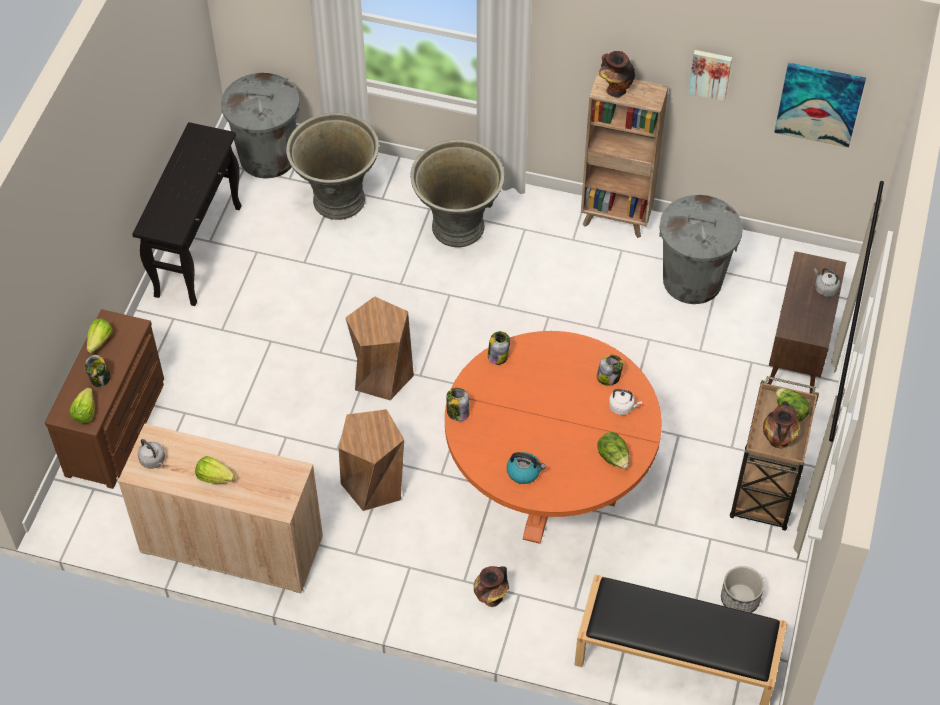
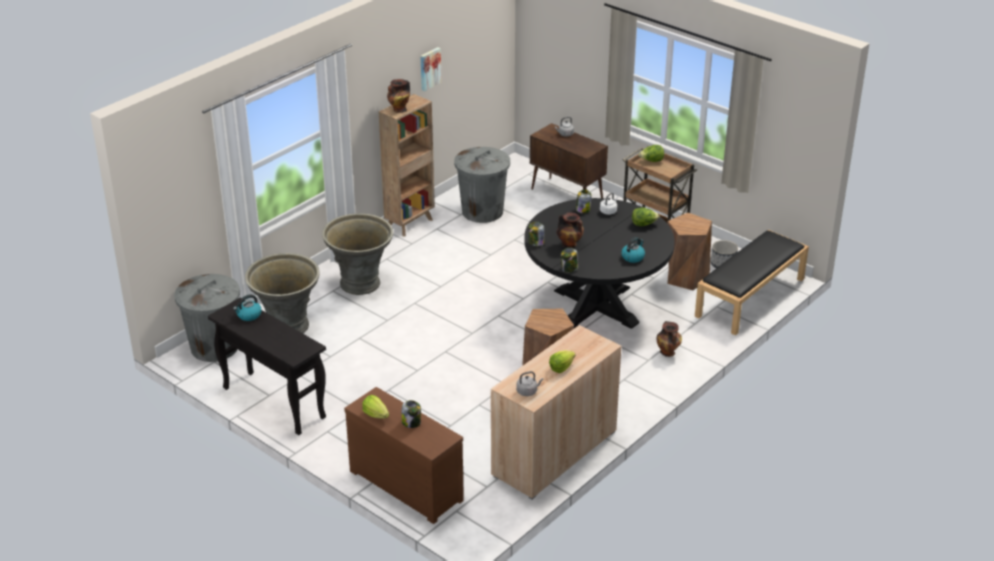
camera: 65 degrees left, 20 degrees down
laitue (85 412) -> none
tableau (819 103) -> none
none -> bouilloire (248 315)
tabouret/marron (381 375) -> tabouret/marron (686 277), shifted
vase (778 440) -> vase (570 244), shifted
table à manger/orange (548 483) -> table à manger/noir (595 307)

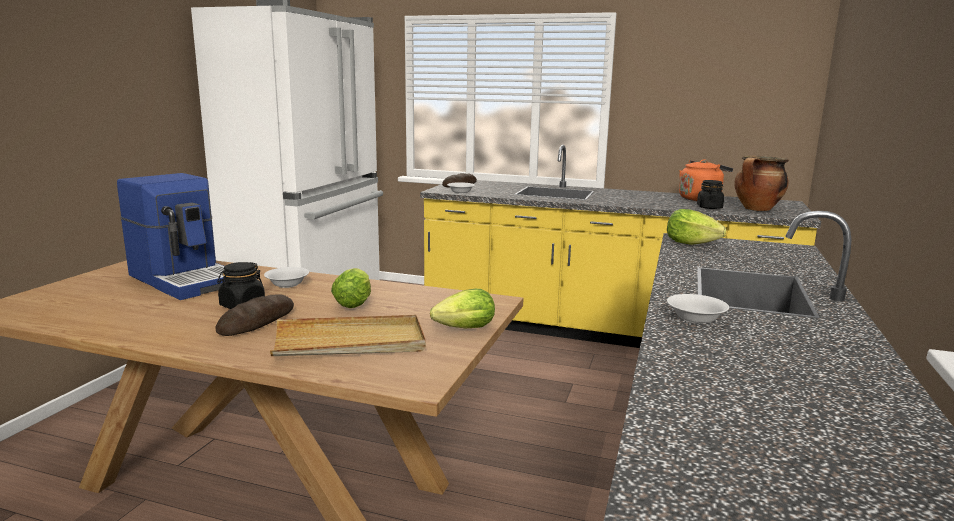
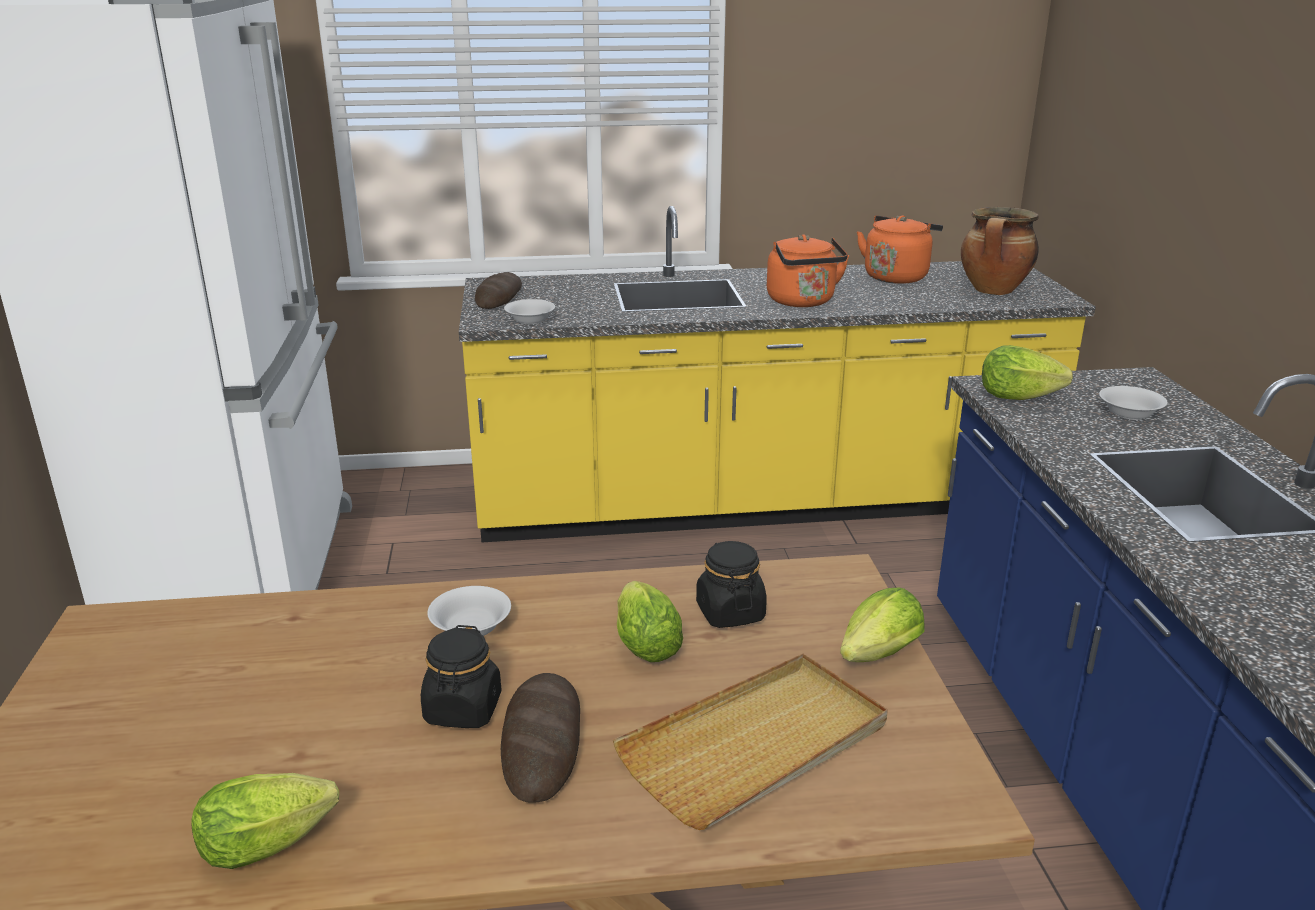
camera: 25 degrees left, 10 degrees up
machine à café (186 279) -> none
none -> laitue (274 843)
none -> bouilloire/orange (803 302)
bol/blanc (695 319) -> bol/blanc (1129 414), shifted
bocal/noir (709 207) -> bocal/noir (730 612), shifted

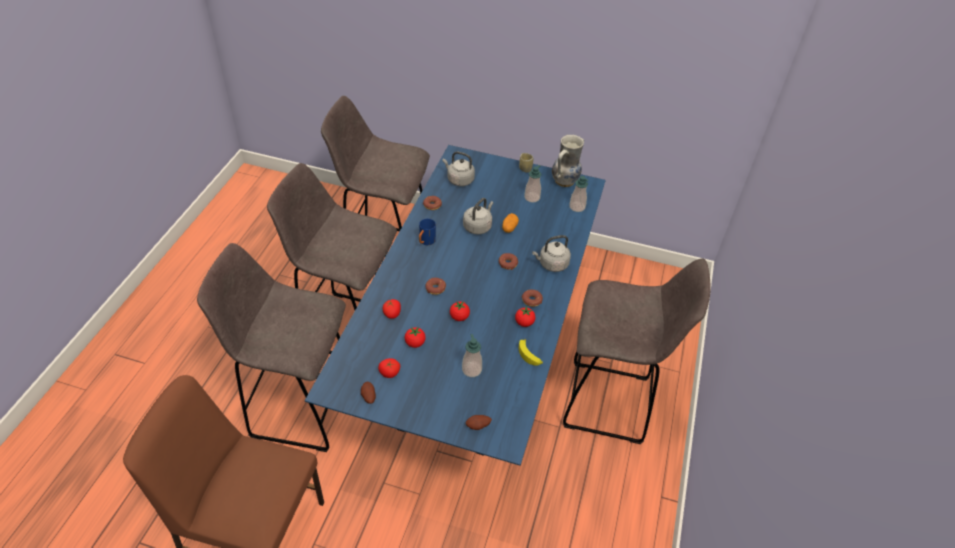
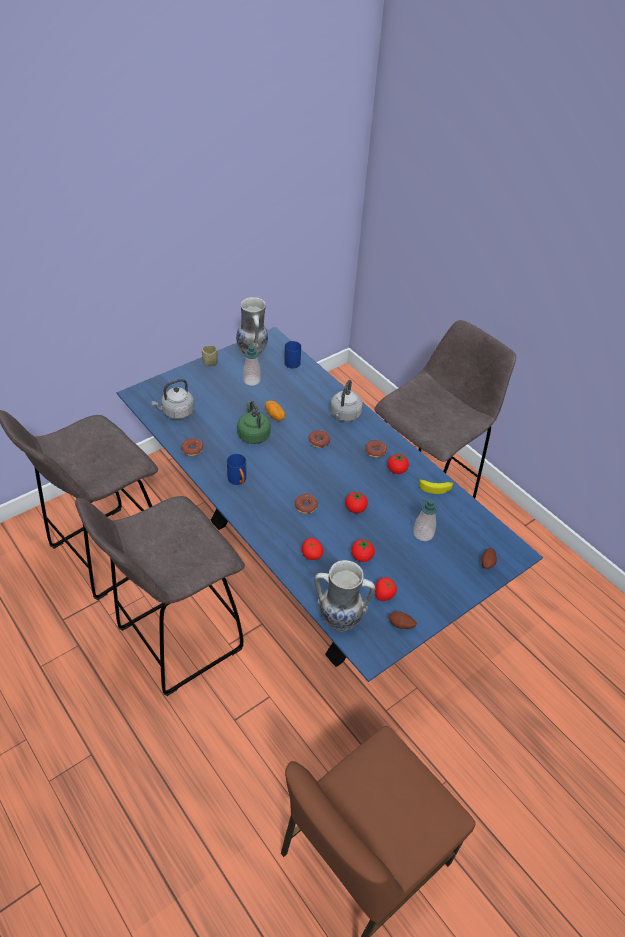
camera: 55 degrees left, 0 degrees up
tabouret/gris (299 408) -> none
none -> vase (340 618)
distributeur de savon (577 207) -> mug/bleu (291 361)
bouilloire/gris (478 226) -> bouilloire/vert (253 434)

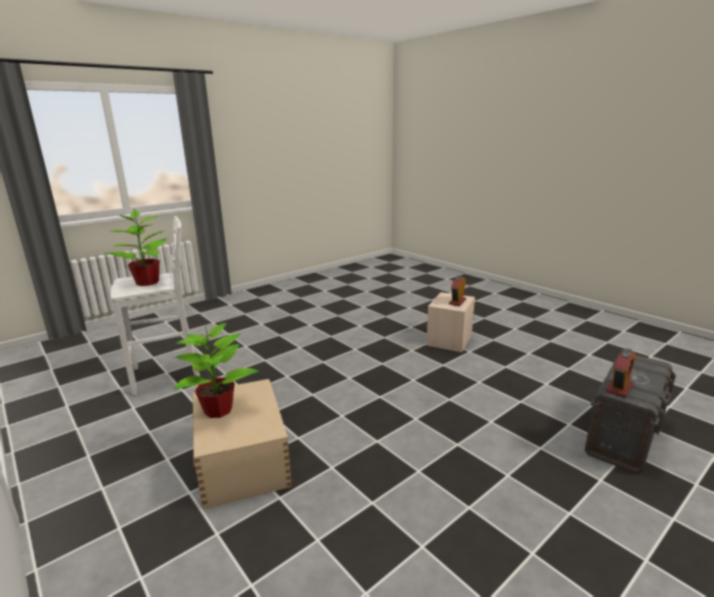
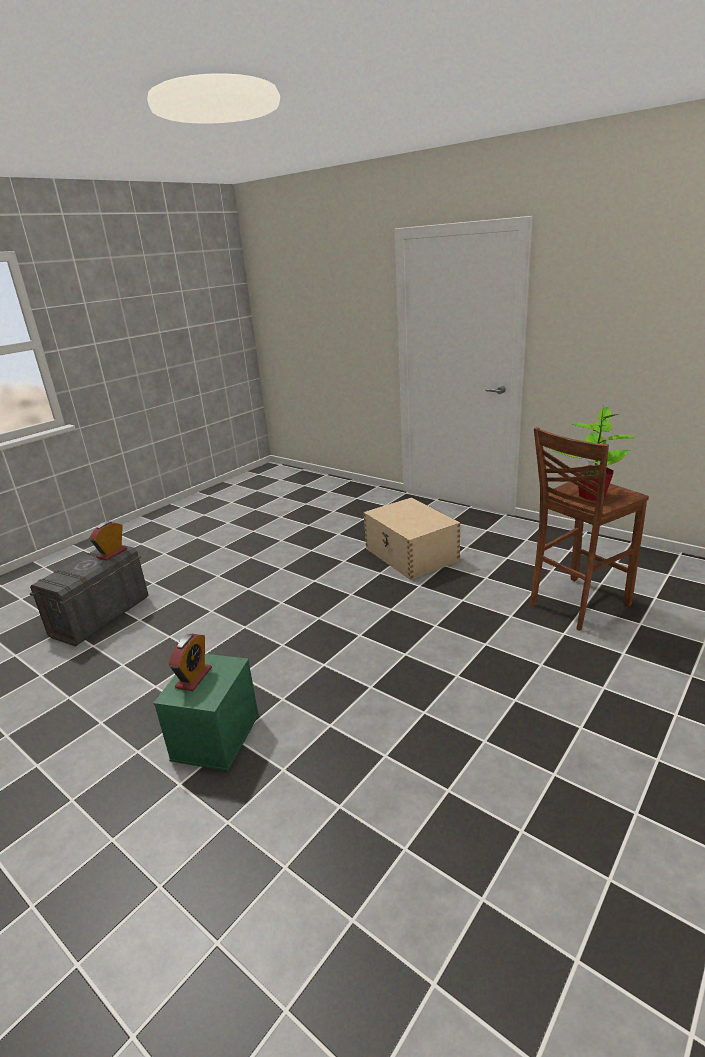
camera: 170 degrees right, 5 degrees up
plante en pot (219 409) -> none
tabouret/blanc (168 375) -> tabouret/marron (575 604)
boîte de rangement/beige (450 340) -> boîte de rangement/vert (215 735)

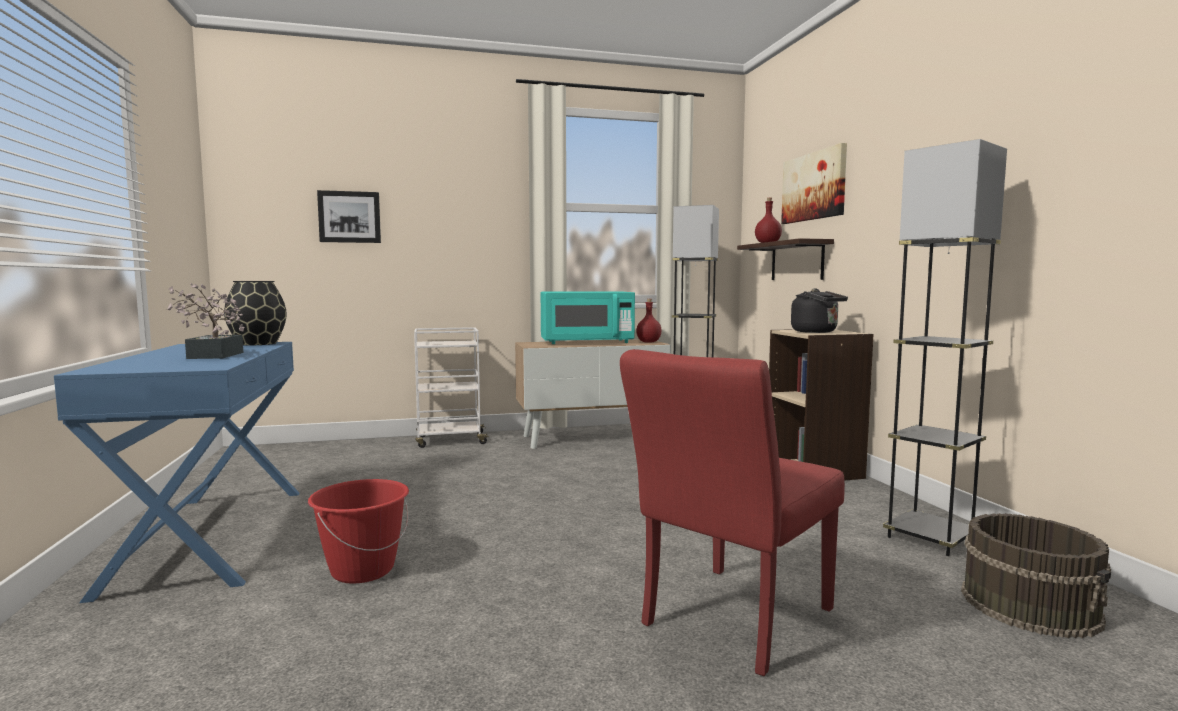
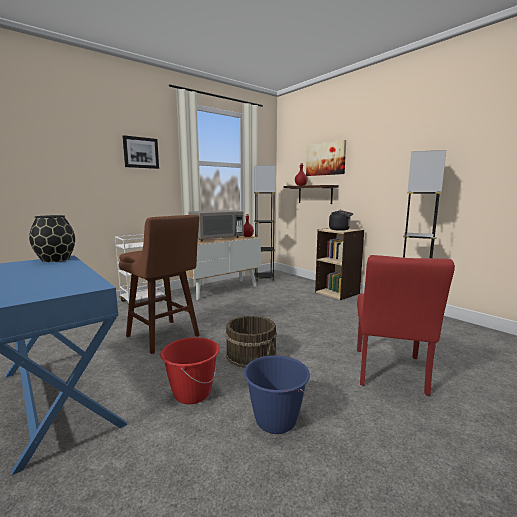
camera: 25 degrees left, 5 degrees up
plante en pot (212 356) -> none
none -> tabouret/marron (164 337)
none -> seau/bleu (275 420)
tableau (349 217) -> tableau (141 152), shifted
seau/marron (1030 605) -> seau/marron (251 354), shifted
micro-ondes/turquoise (586 342) -> micro-ondes/gris (216 238)

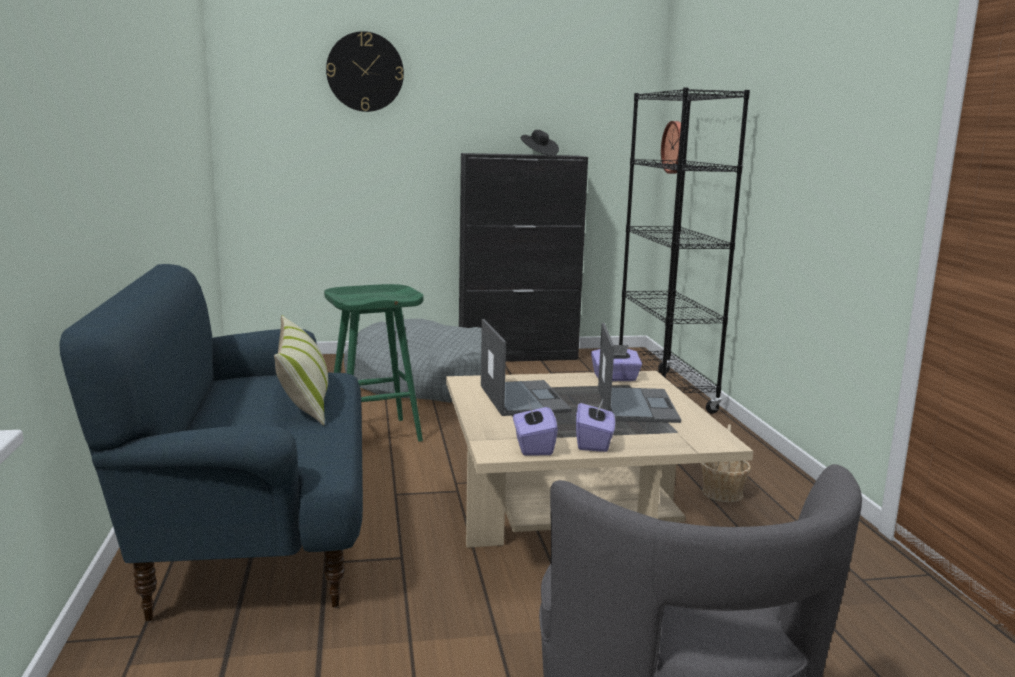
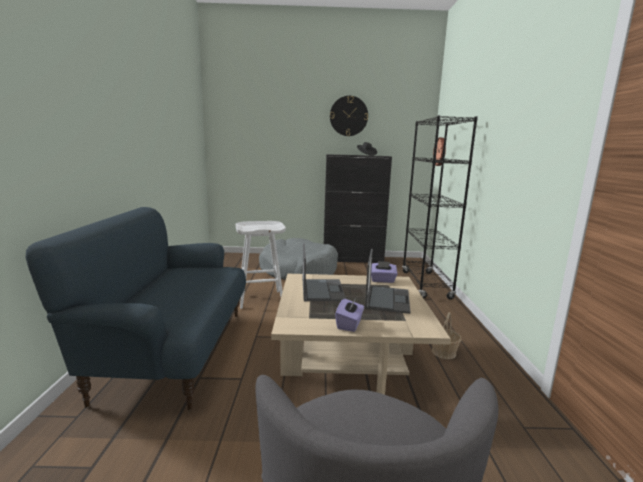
camera: 10 degrees right, 0 degrees up
coussin (304 398) -> none
boîte à mouchoirs/violet (533 447) -> none
horloge murale (365 72) -> horloge murale (348 116), shifted
tabouret/vert (374 434) -> tabouret/blanc (261 299)

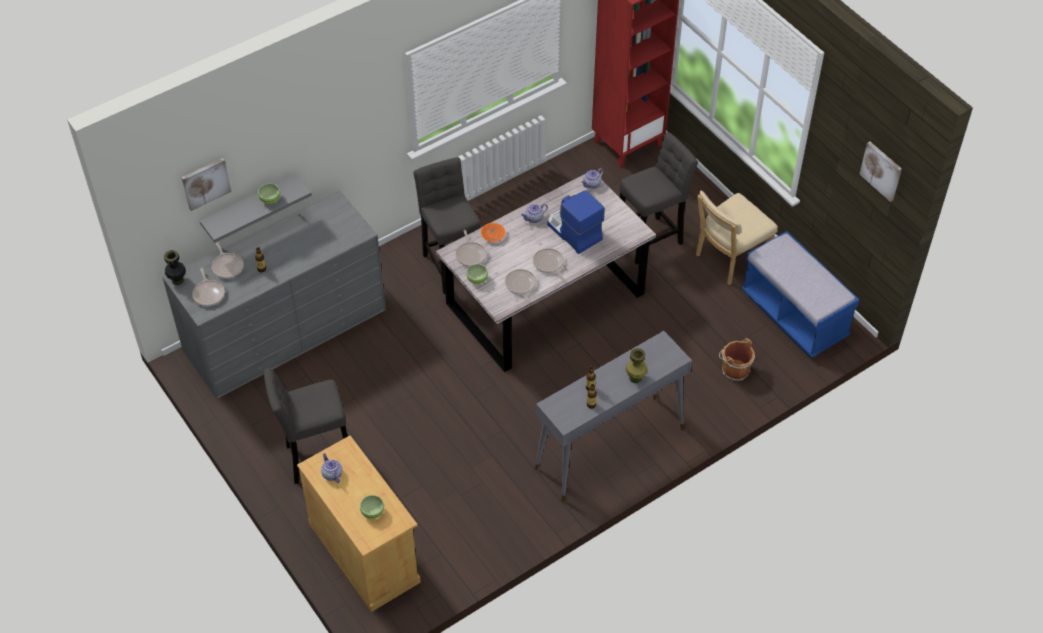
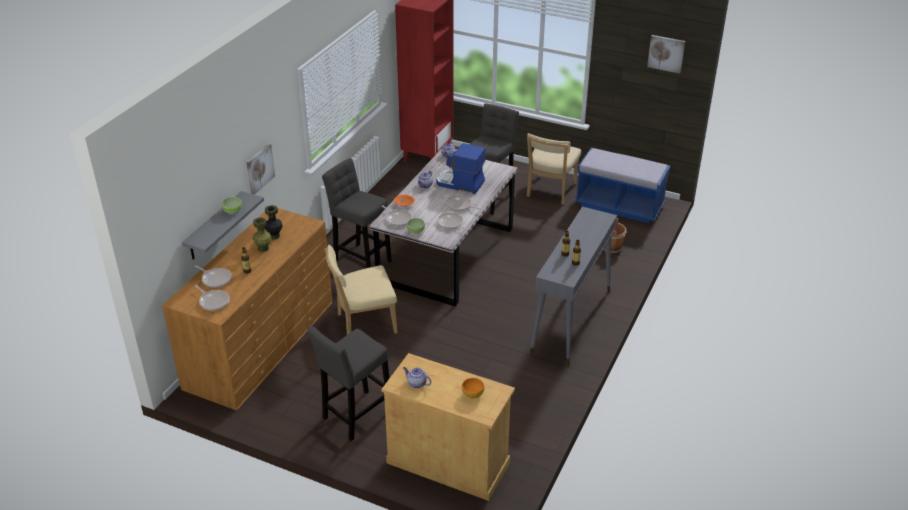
camera: 30 degrees left, 15 degrees down
none -> chaise/beige (363 324)
vase/noir (177 280) -> vase/noir (274 236), shifted
tableau (205 183) -> tableau (259 168), shifted
vase/vert (635 378) -> vase/vert (263 248), shifted
commode/gris (285 330) -> commode/marron (260 344)
bol/vert (372 512) -> bol/orange (472 394)

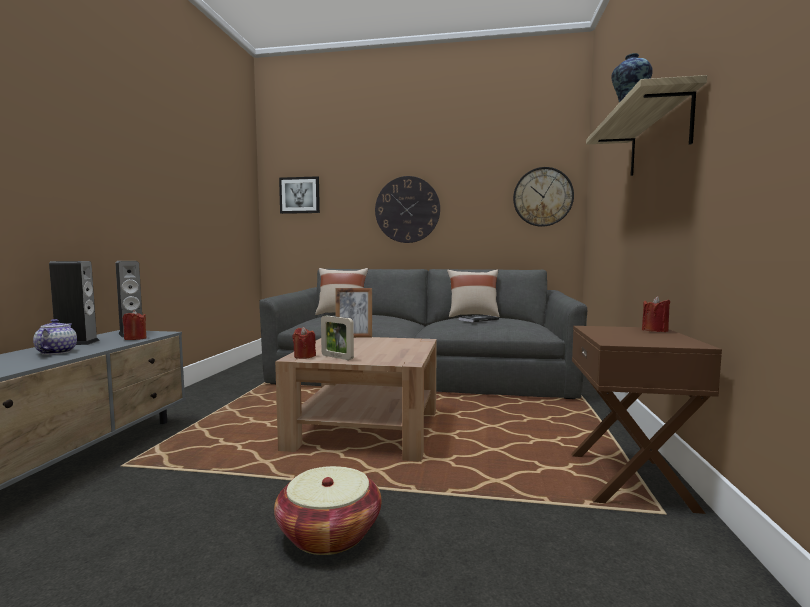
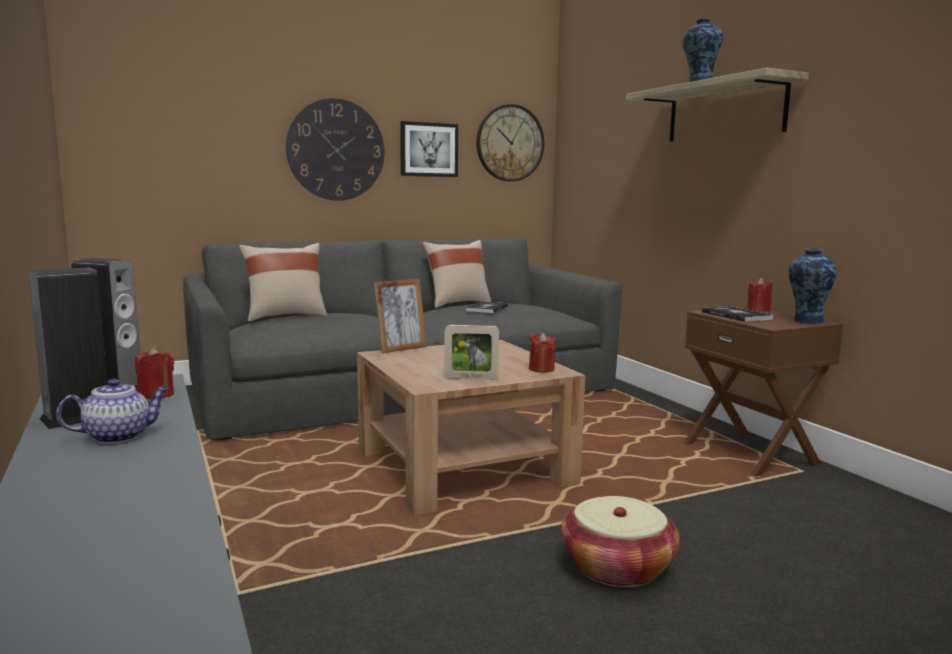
camera: 35 degrees left, 5 degrees up
none -> livre (736 315)
none -> vase (806 321)
tableau (300 195) -> tableau (428 149), shifted
bougie/rouge (304 356) -> bougie/rouge (541 369), shifted
théière (56 352) -> théière (119 436), 105 degrees clockwise

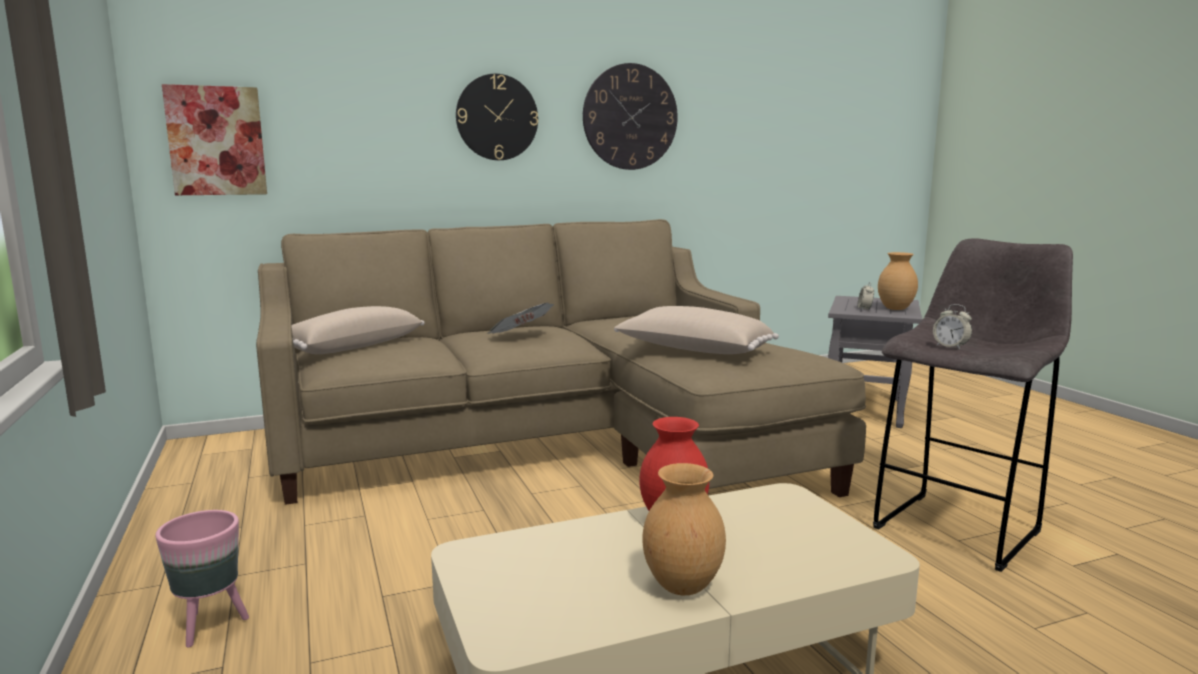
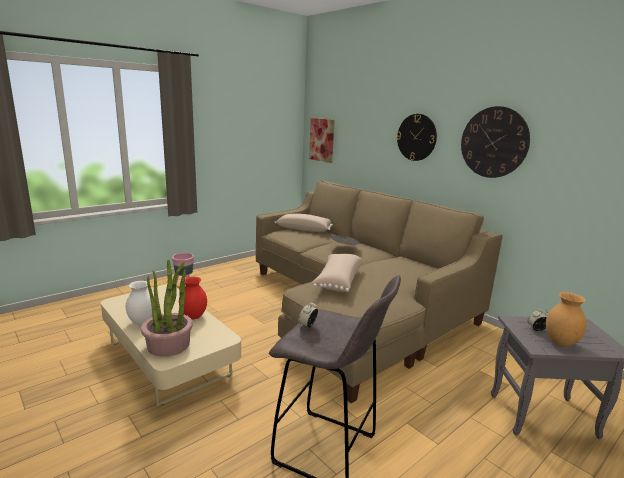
camera: 70 degrees right, 5 degrees up
none -> plante en pot (169 345)
vase/marron (682 586) -> vase/blanc (143 322)

